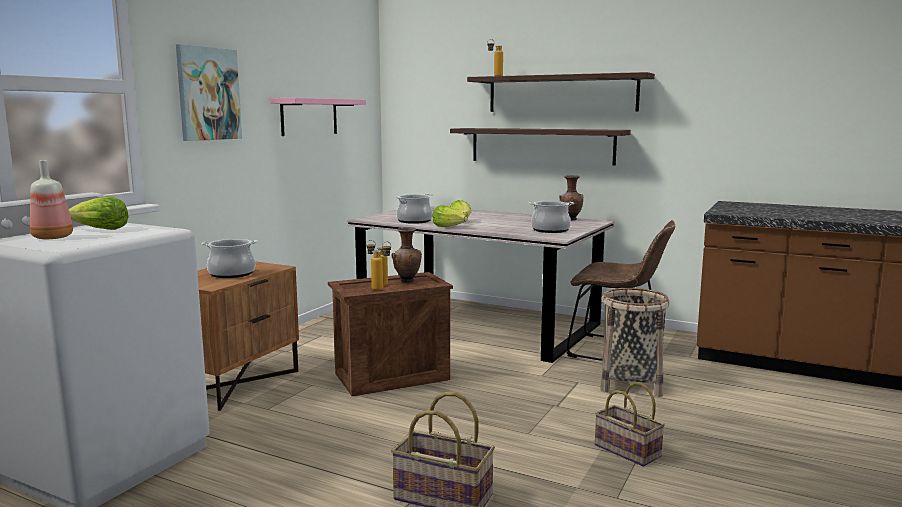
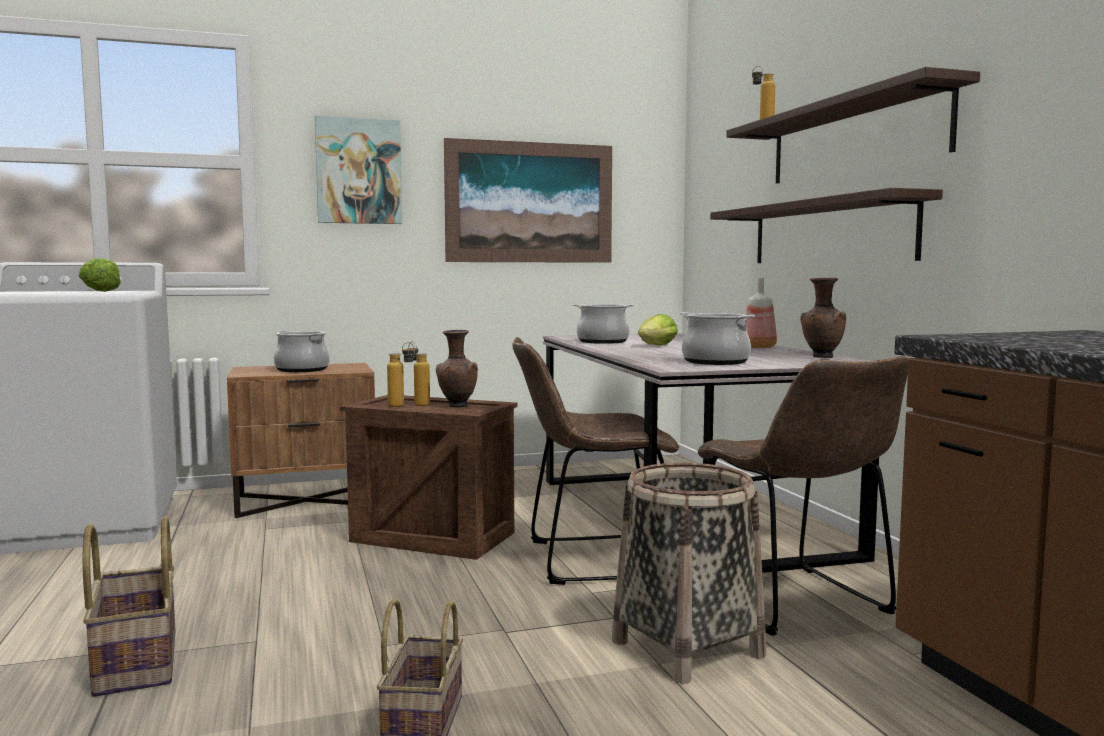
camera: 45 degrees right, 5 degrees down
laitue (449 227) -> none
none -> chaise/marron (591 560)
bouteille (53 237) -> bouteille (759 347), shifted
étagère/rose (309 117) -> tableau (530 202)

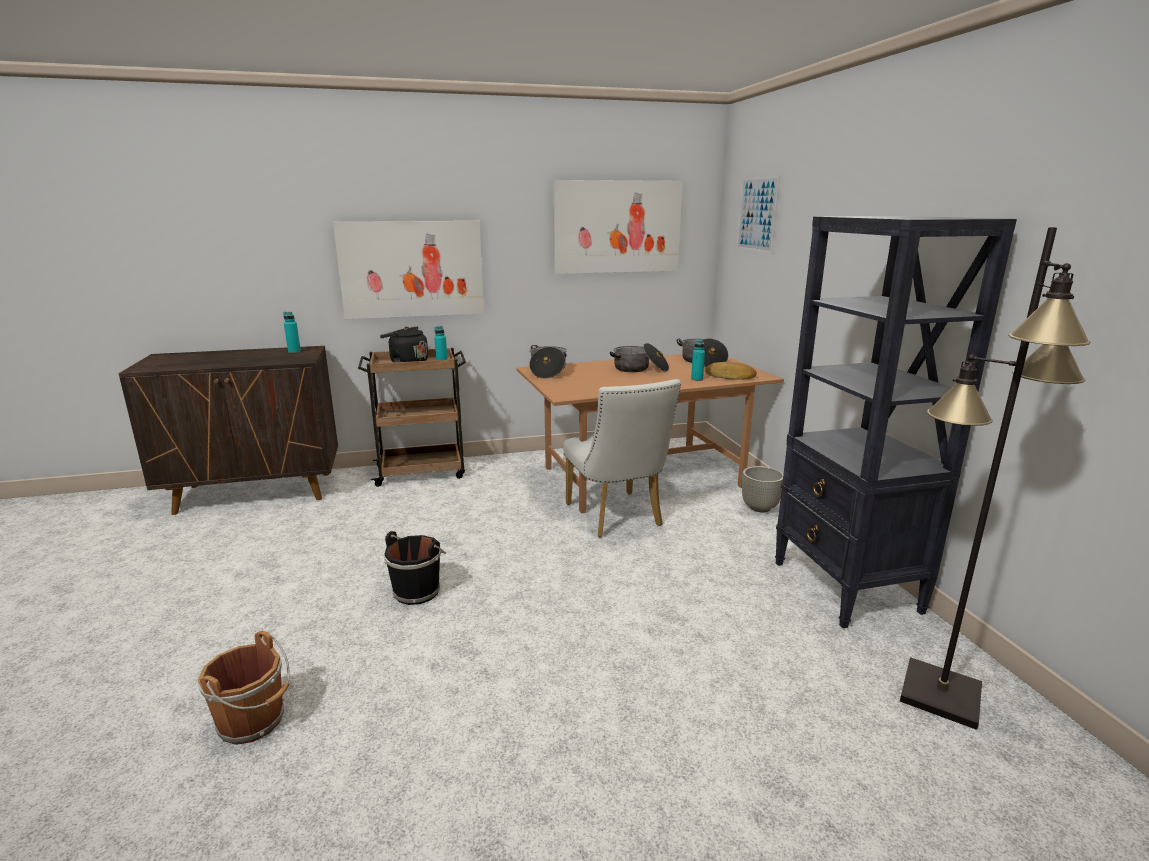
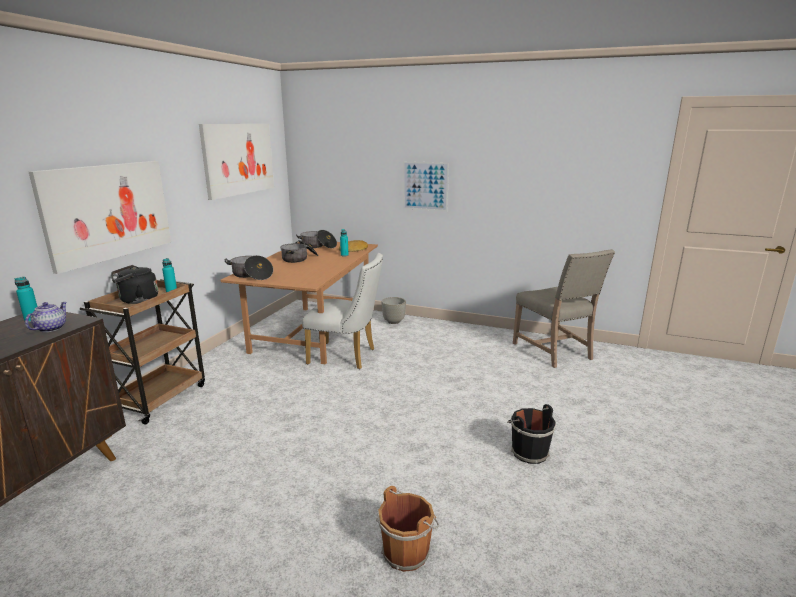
camera: 55 degrees left, 0 degrees up
bibliothèque/noir (846 587) -> none
none -> théière (51 328)
seau/noir (418 590) -> seau/noir (528 452), shifted
tableau (757 214) -> tableau (425 186), shifted
lampadaire/noir (939 694) -> chaise/beige (554 351)

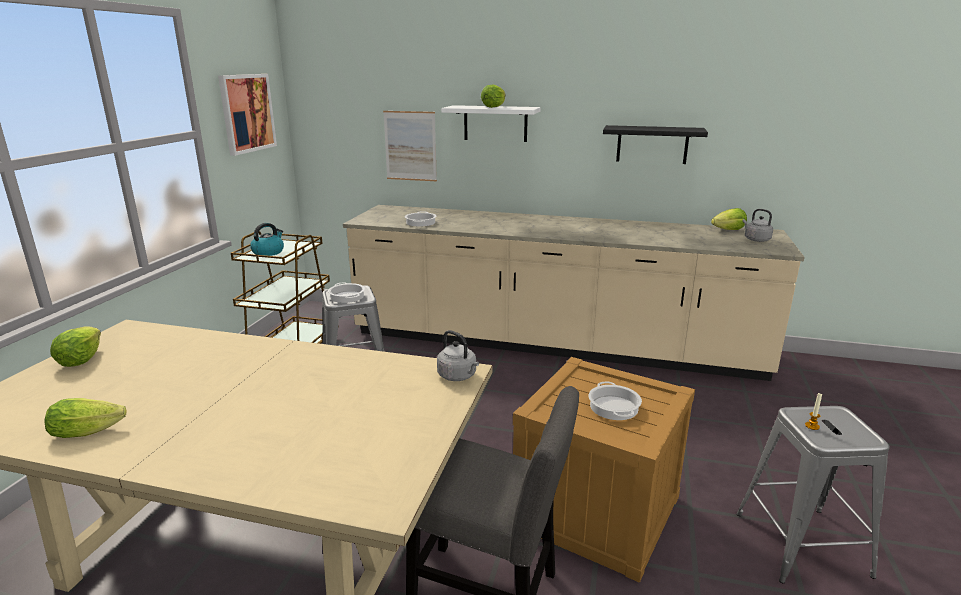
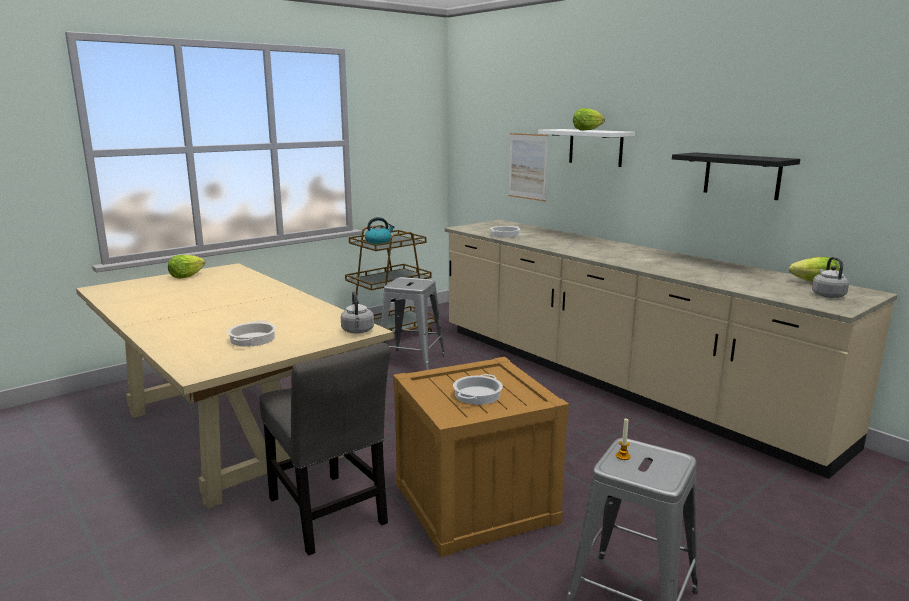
camera: 35 degrees right, 5 degrees down
laitue (91 431) -> none
tableau (247 113) -> none
marmite (346 296) -> marmite (252 339), shifted

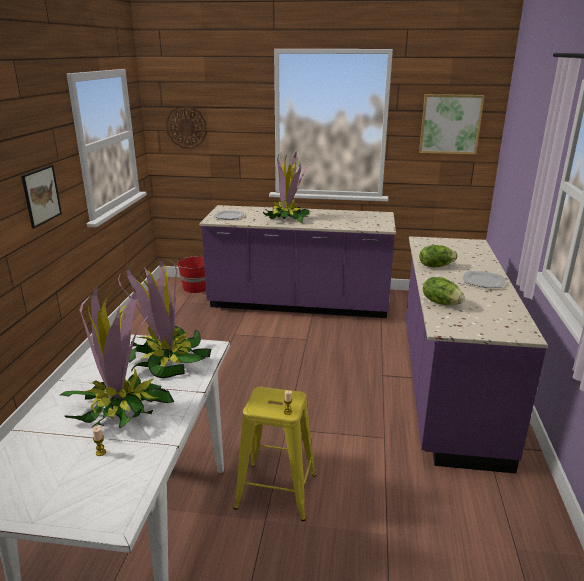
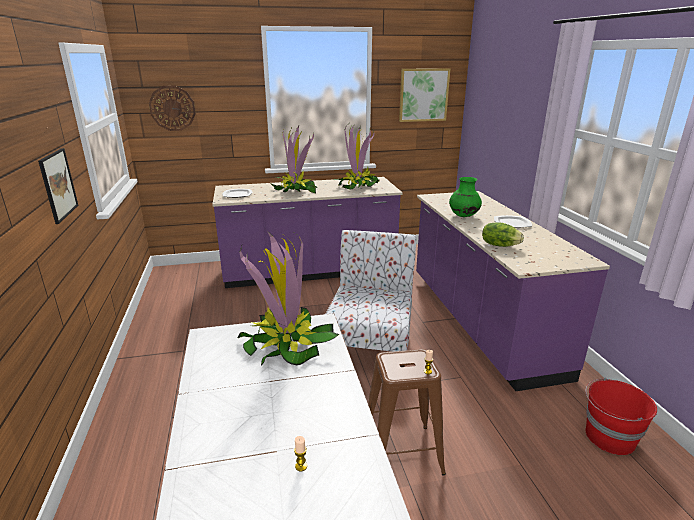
camera: 20 degrees left, 0 degrees up
none -> chaise (370 346)
plante en pot (121 409) -> plante en pot (358 186), shifted
seau/rouge (195 288) -> seau/rouge (609 437), shifted
laitue (435 266) -> vase/vert (463 216)
tabouret/jaune (276 491) -> tabouret/marron (401 453)

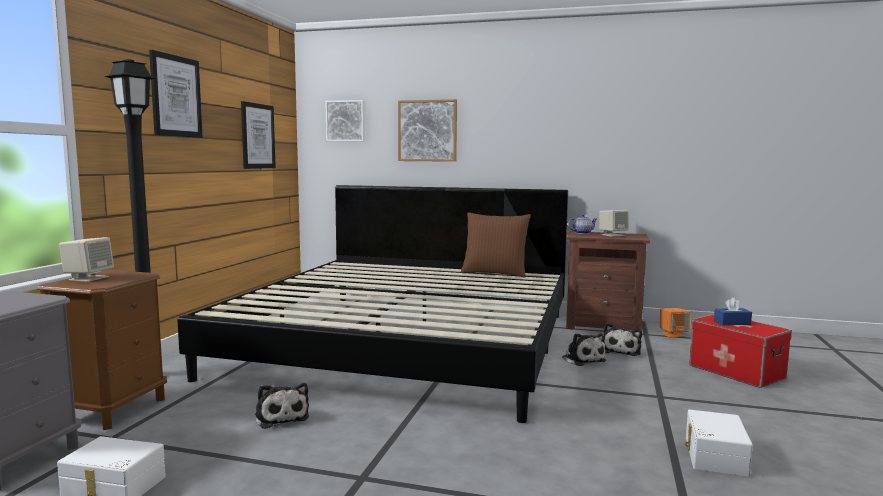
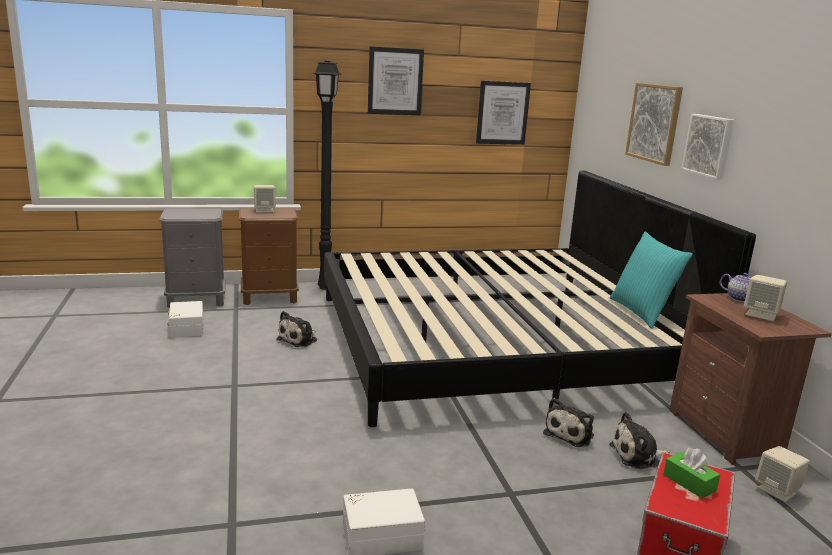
camera: 60 degrees right, 10 degrees up
tableau (346 121) -> tableau (709 145), shifted
coussin/marron (494 273) -> coussin/turquoise (642 312)
enceinte/orange (673 334) -> enceinte/beige (777 491)
boîte à mouchoirs/bleu (732 323) -> boîte à mouchoirs/vert (689 483)

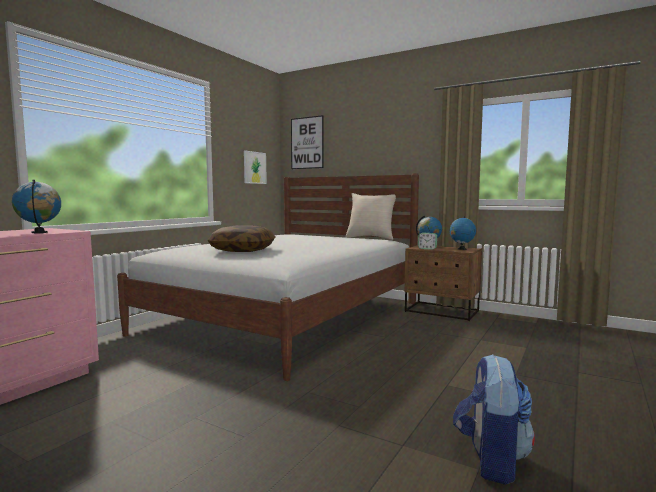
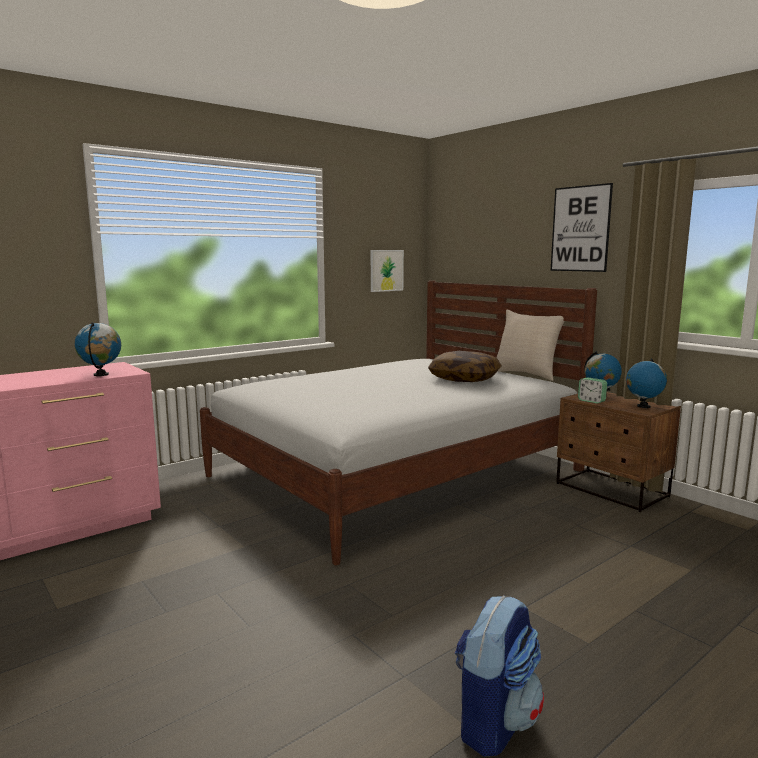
camera: 20 degrees right, 5 degrees up
coussin (243 250) -> coussin (464 379), shifted
tableau (307 143) -> tableau (580 229), shifted

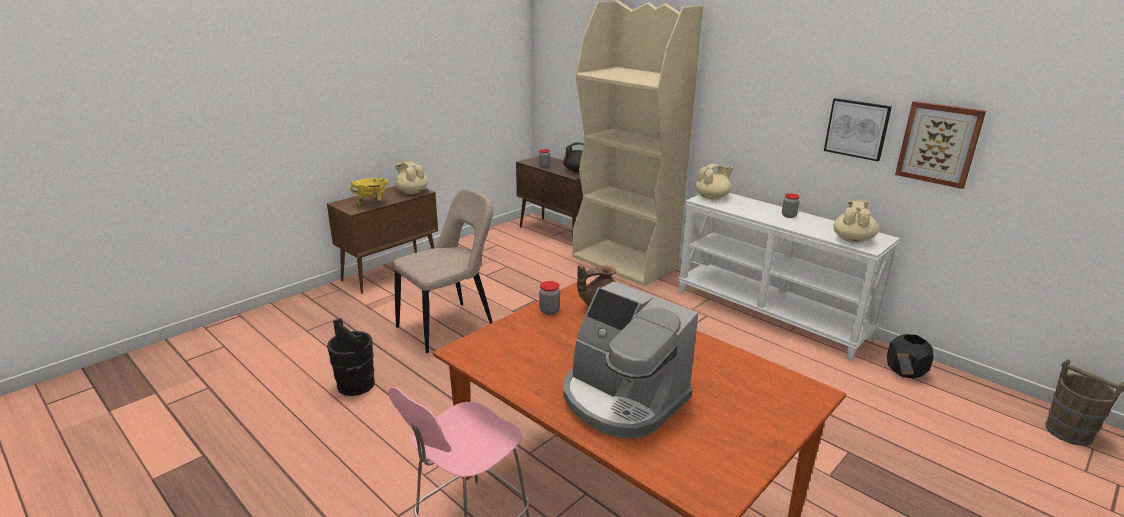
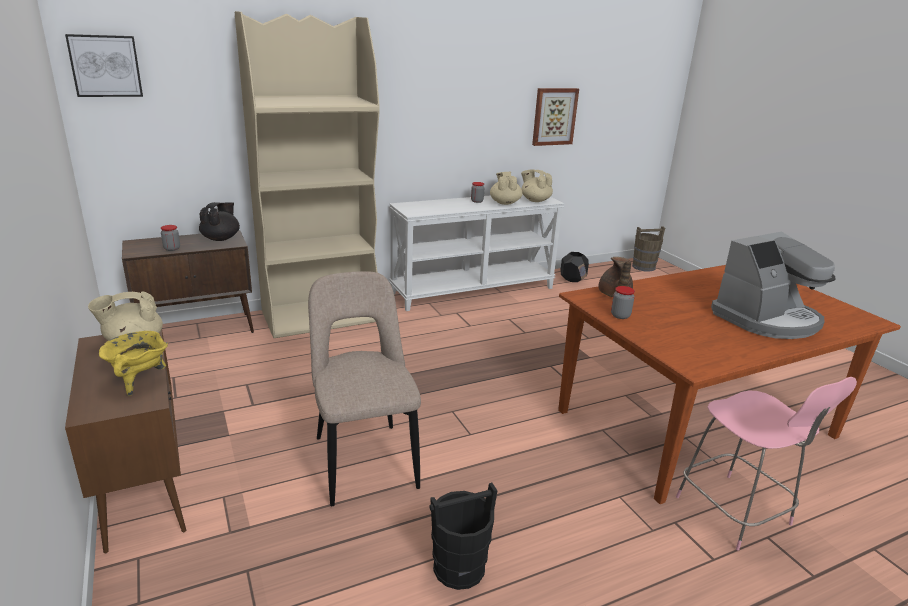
camera: 70 degrees left, 0 degrees up
théière/beige (712 197) -> théière/beige (505 203), shifted
tableau (857 129) -> tableau (105 66), shifted

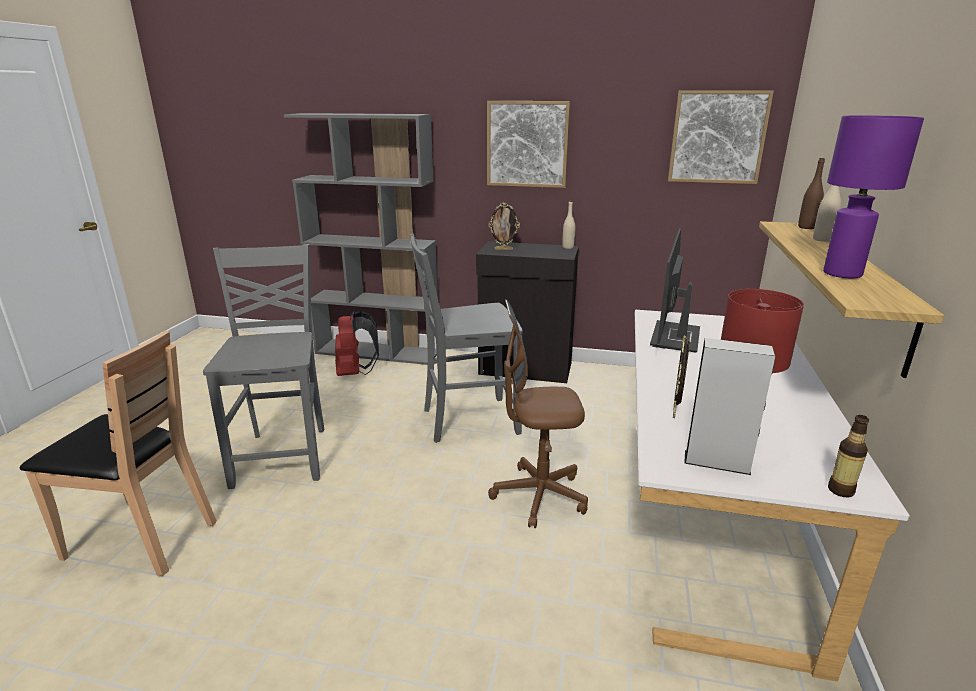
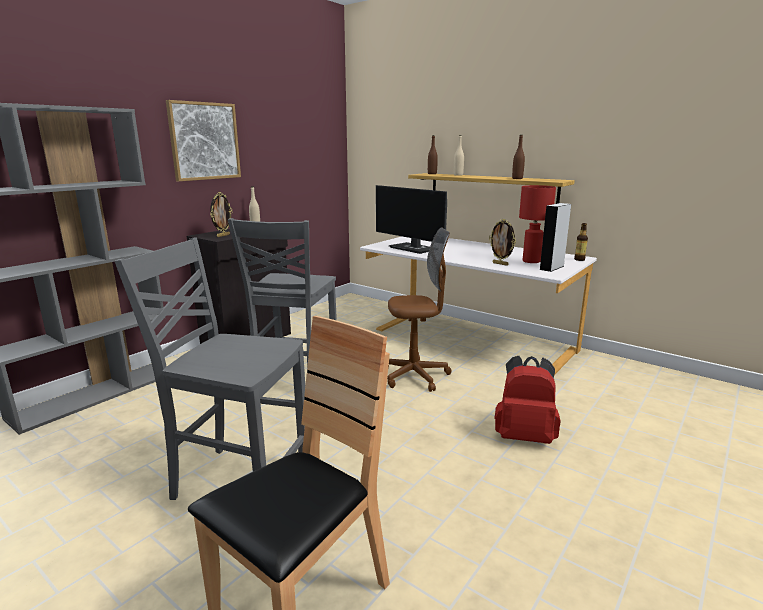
camera: 65 degrees left, 5 degrees down
tableau (717 137) -> none
sac à dos/rouge (355 372) -> sac à dos/rouge (524 436), shifted
lampe de table/violet (843 274) -> bouteille/marron (517 178)
chaise de bureau/marron (539 496) -> chaise de bureau/marron (414 376), 120 degrees counterclockwise

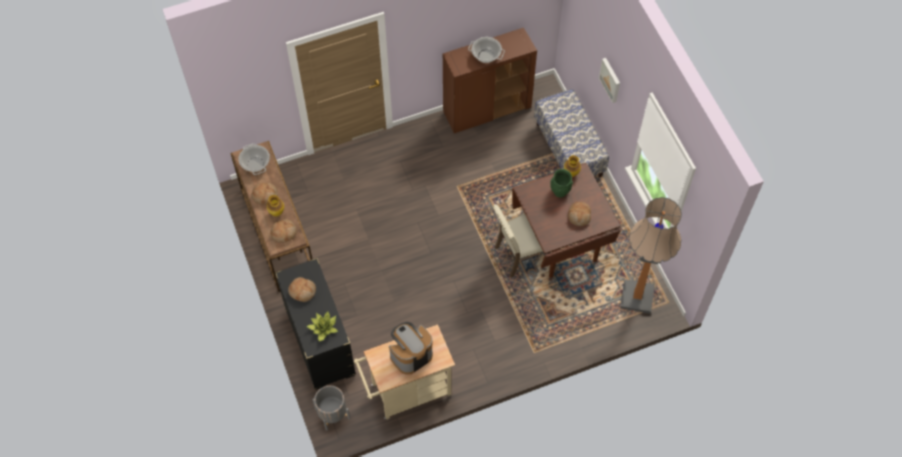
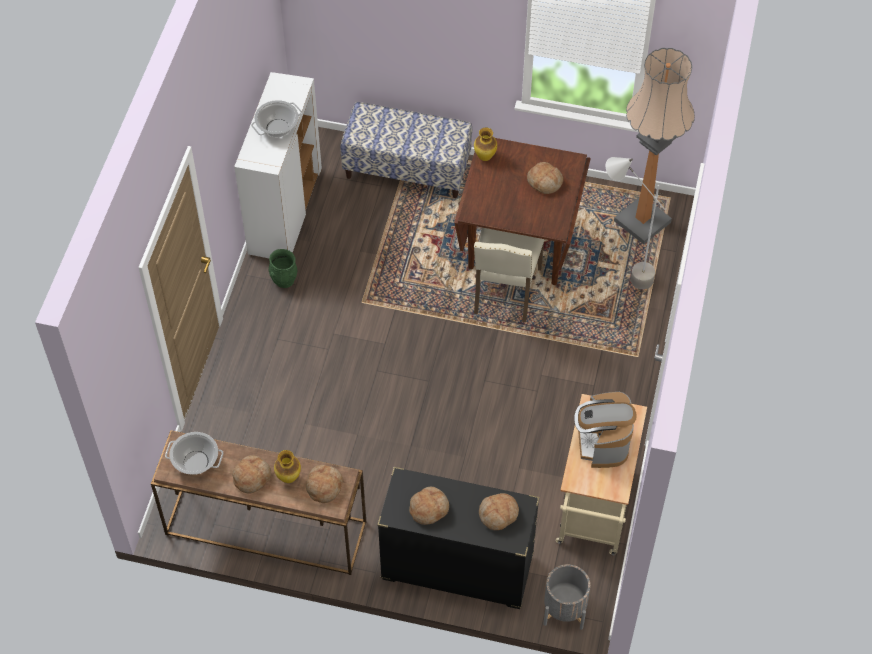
camera: 55 degrees left, 5 degrees down
tableau (611 79) -> none
none -> lampadaire/gris (623 273)
vase/vert (560 191) -> vase/vert (284 280), shifted
plante en pot (323 328) -> pain (498 514)
meuble de rangement/marron (487 109) -> meuble de rangement/blanc (285 212)

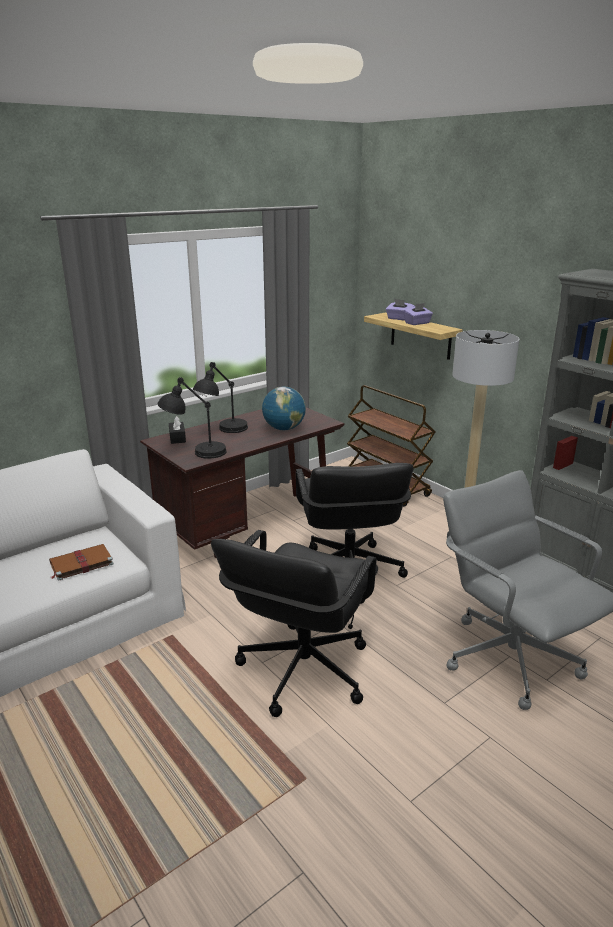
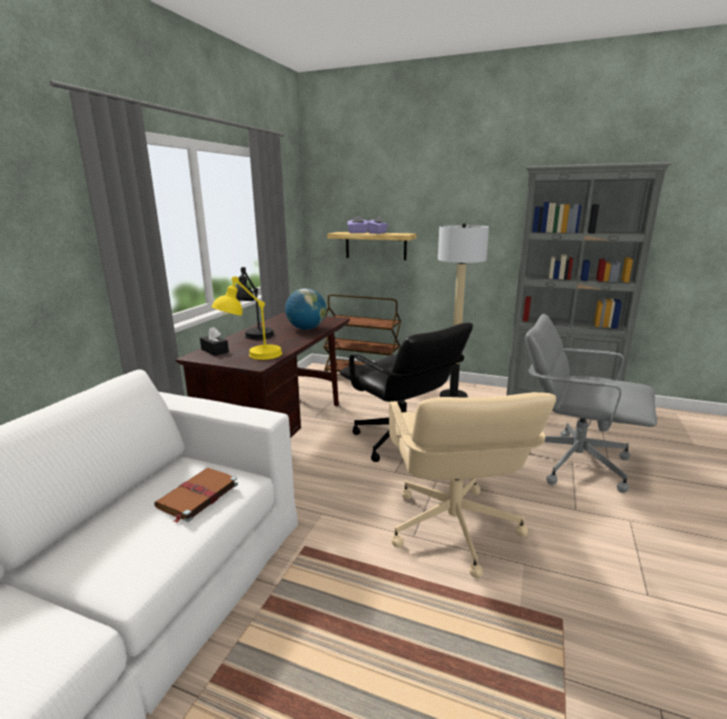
camera: 30 degrees left, 5 degrees down
lampe de table/noir (195 453) -> lampe de table/jaune (251 357)
chaise de bureau/noir (302 670) -> chaise de bureau/beige (452 528)

